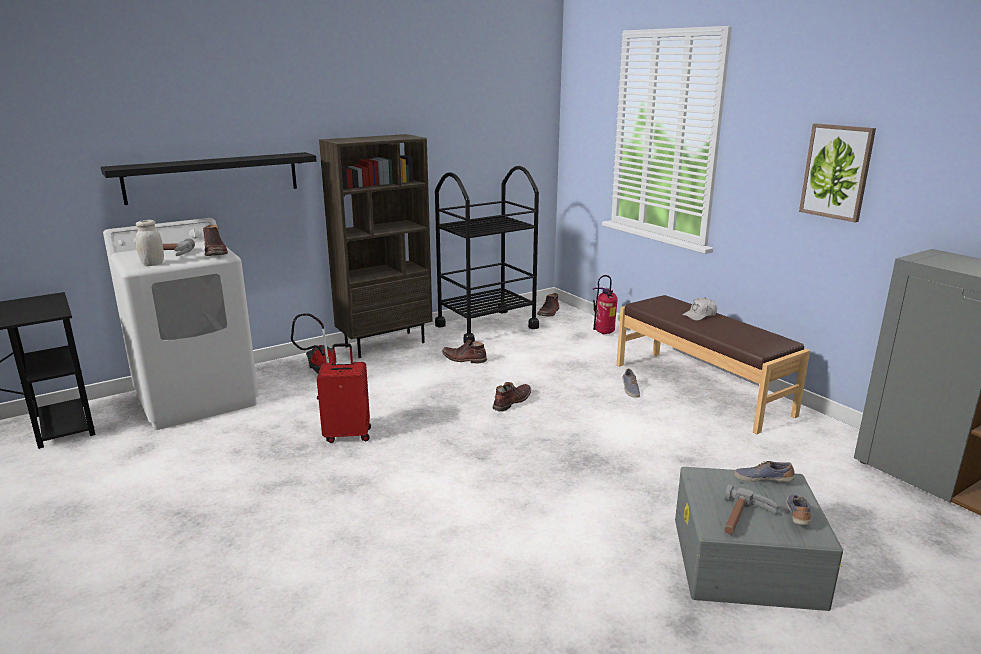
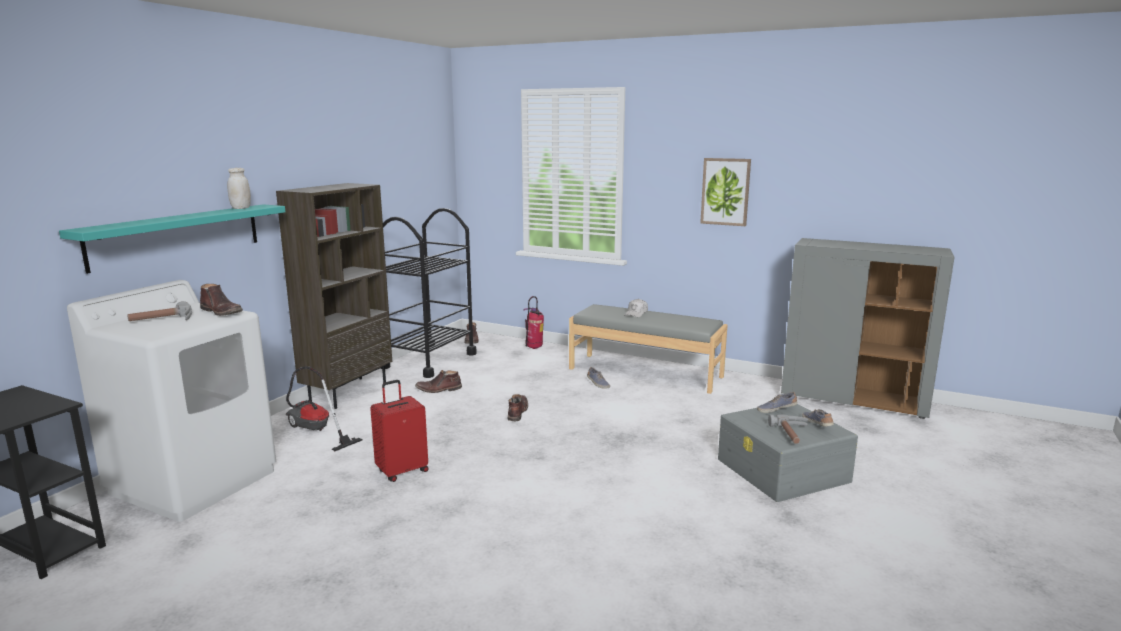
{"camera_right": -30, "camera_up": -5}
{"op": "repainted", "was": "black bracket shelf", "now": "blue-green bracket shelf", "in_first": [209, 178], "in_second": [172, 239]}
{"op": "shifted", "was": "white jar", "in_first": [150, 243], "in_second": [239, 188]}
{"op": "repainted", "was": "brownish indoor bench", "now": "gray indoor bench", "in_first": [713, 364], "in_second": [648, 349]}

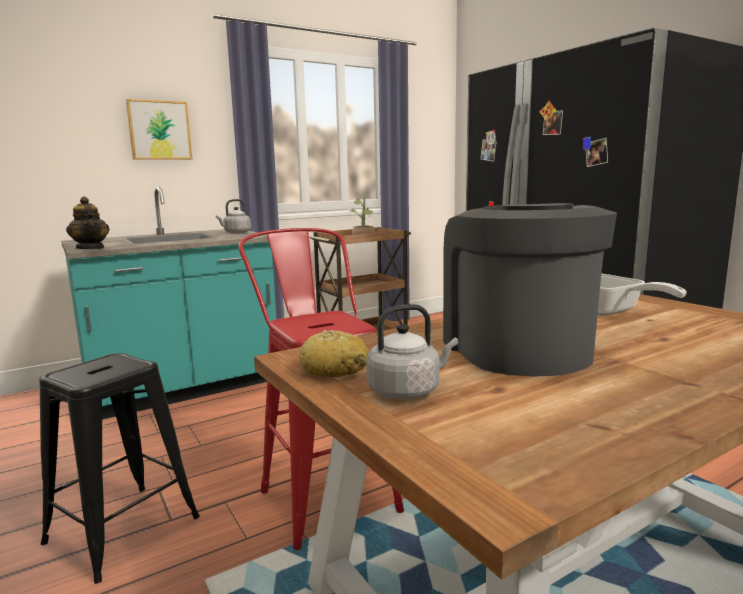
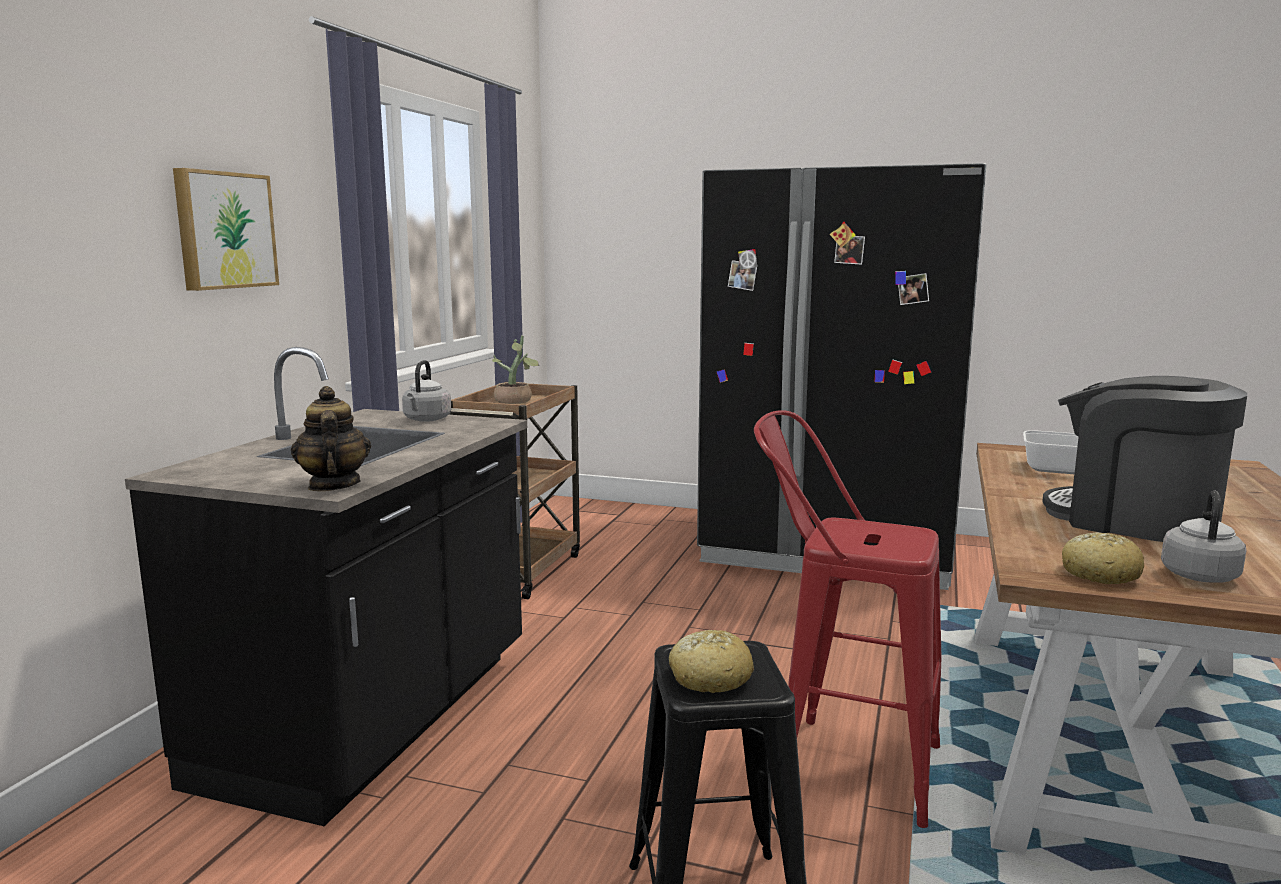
{"camera_right": -40, "camera_up": 0}
{"op": "repainted", "was": "blue-green counter", "now": "black counter", "in_first": [168, 303], "in_second": [326, 586]}
{"op": "rotated", "was": "tea pot", "in_first": [87, 223], "in_second": [331, 438], "clockwise": -120}
{"op": "new", "now": "bread", "in_second": [711, 661]}

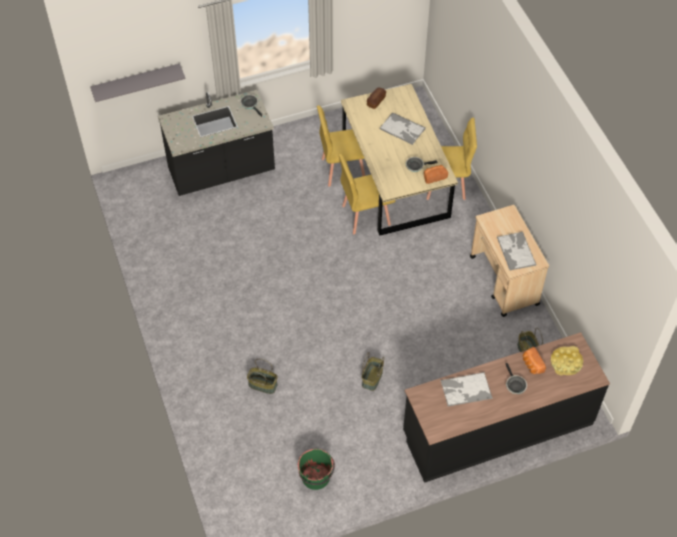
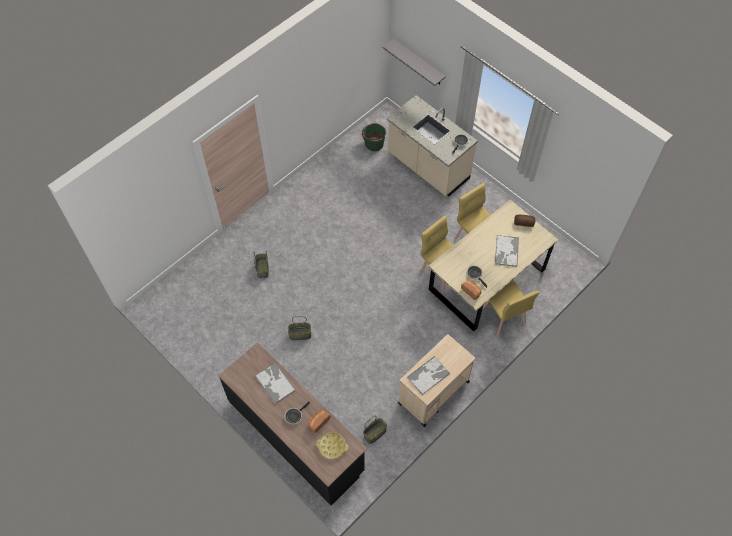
{"camera_right": 65, "camera_up": 5}
{"op": "repainted", "was": "black counter", "now": "beige-coloured counter", "in_first": [216, 143], "in_second": [432, 146]}
{"op": "shifted", "was": "green water bucket", "in_first": [316, 469], "in_second": [374, 137]}

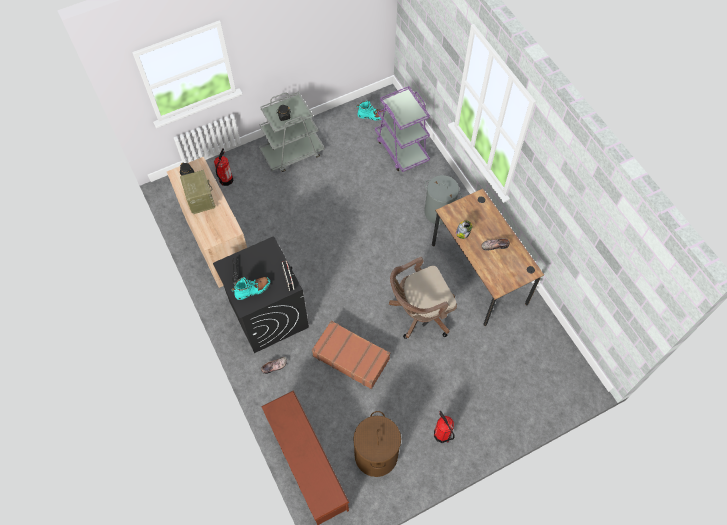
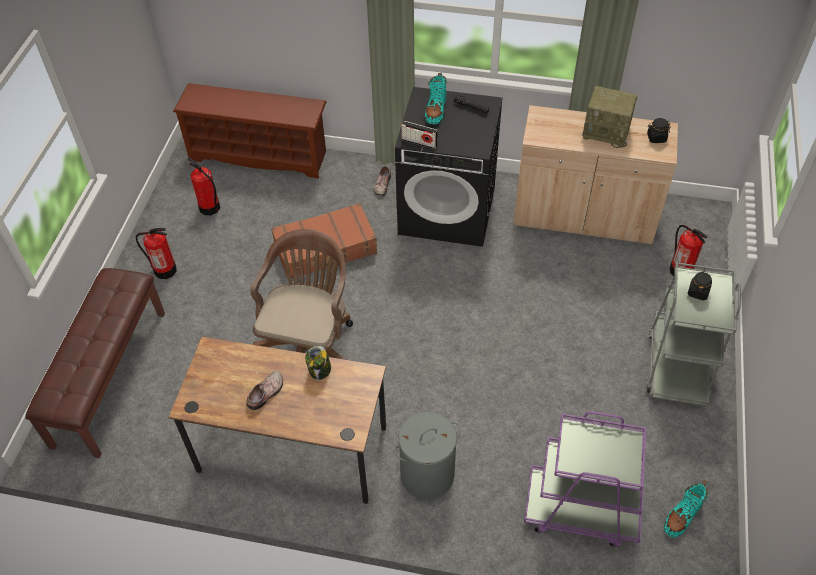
{"camera_right": 130, "camera_up": -10}
{"op": "swapped", "was": "brownish washing basket", "now": "extinguisher", "in_first": [377, 444], "in_second": [204, 186]}
{"op": "new", "now": "brownish indoor bench", "in_second": [95, 363]}

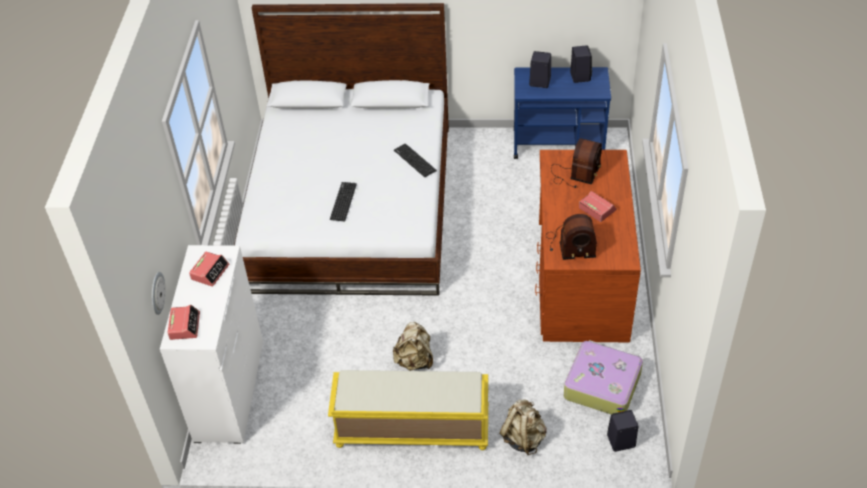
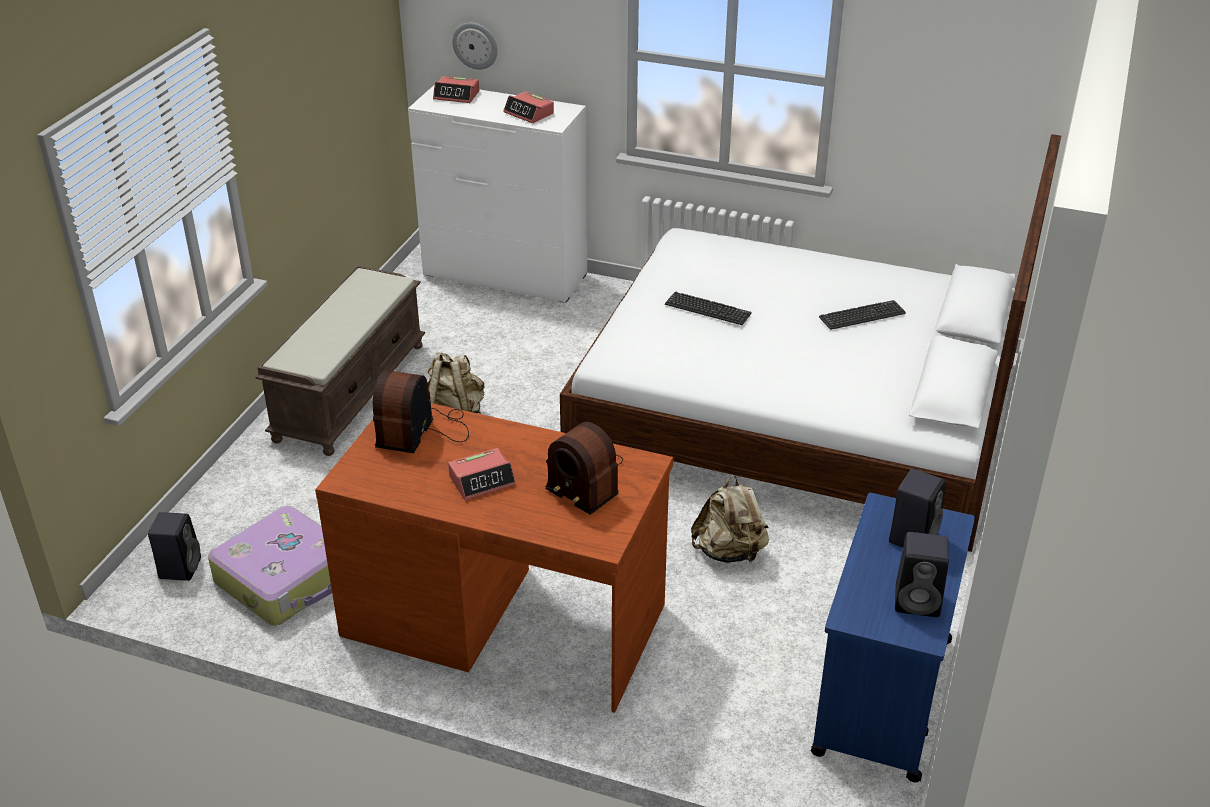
{"camera_right": 105, "camera_up": -10}
{"op": "repainted", "was": "yellow indoor bench", "now": "brownish indoor bench", "in_first": [408, 410], "in_second": [340, 360]}
{"op": "shifted", "was": "computer keyboard", "in_first": [415, 160], "in_second": [862, 315]}
{"op": "shifted", "was": "beige-coloured rucksack", "in_first": [523, 427], "in_second": [730, 519]}

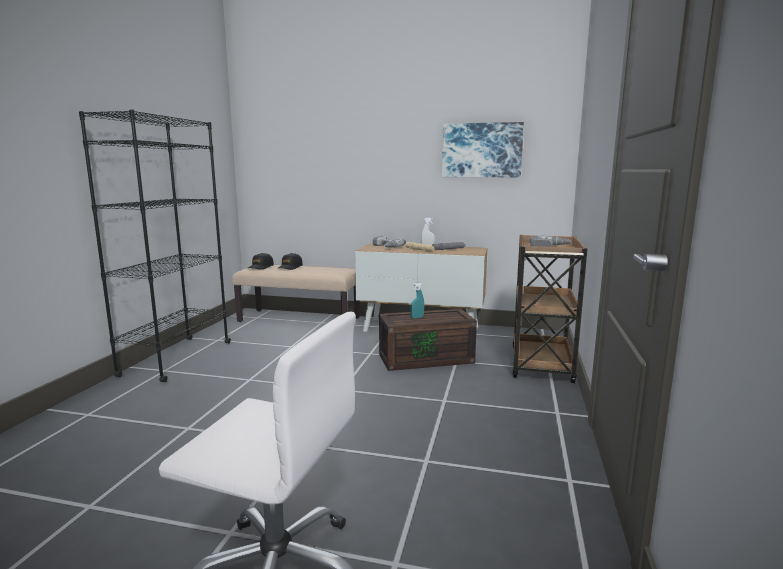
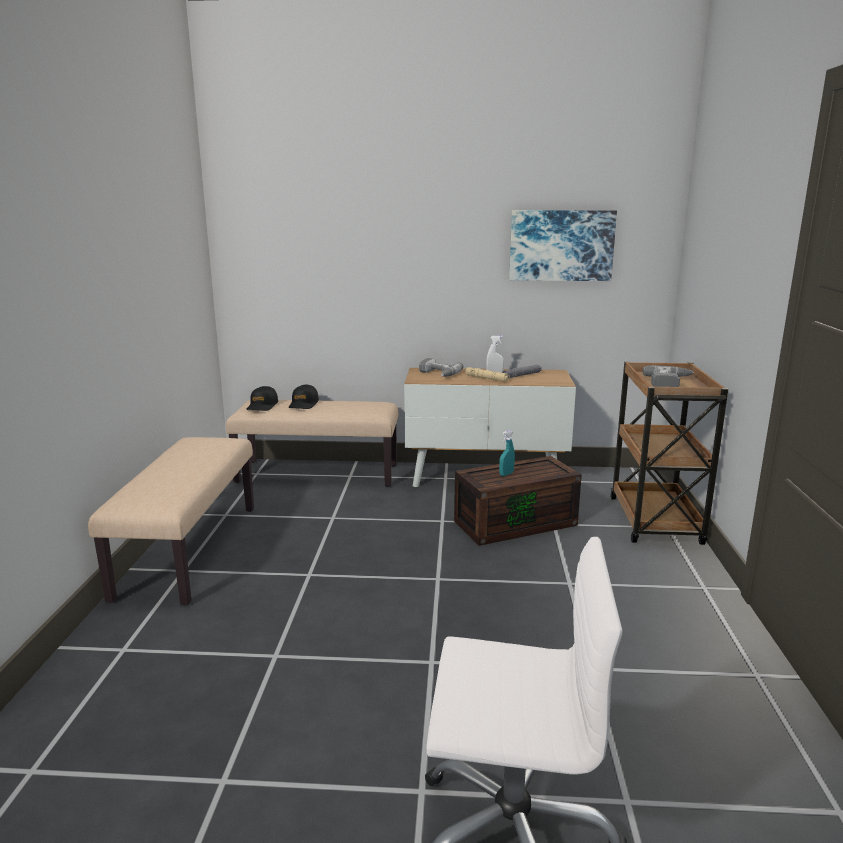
{"camera_right": -10, "camera_up": 5}
{"op": "swapped", "was": "black bookcase", "now": "beige-coloured indoor bench", "in_first": [155, 245], "in_second": [171, 521]}

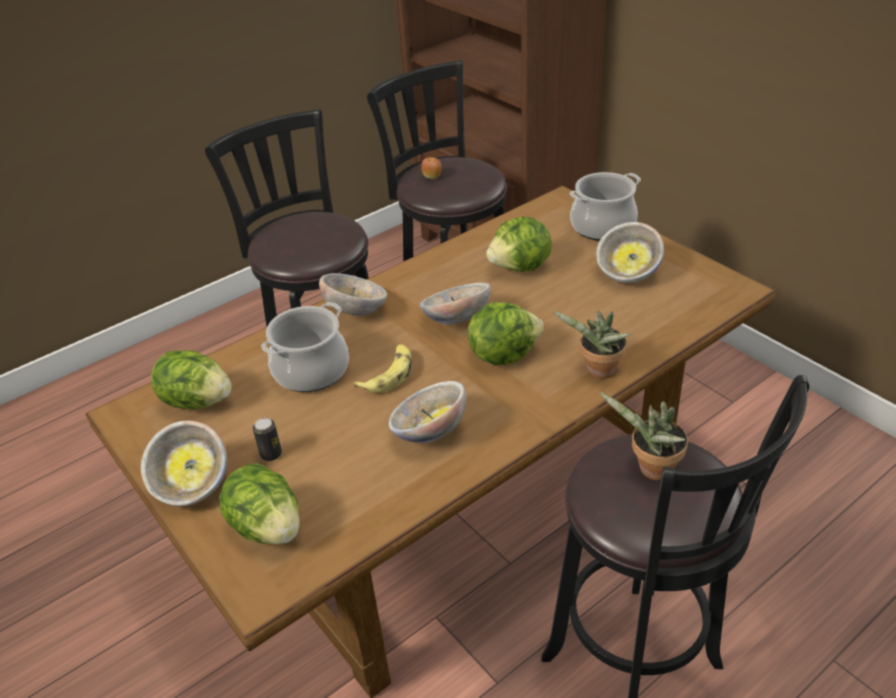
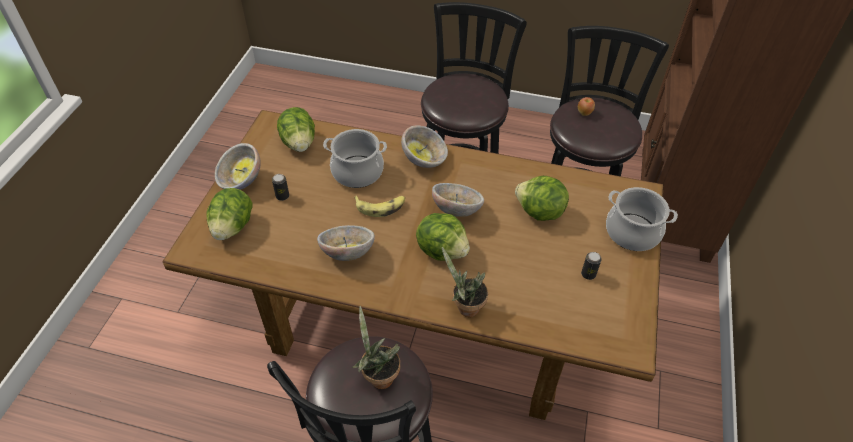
{"camera_right": 50, "camera_up": 10}
{"op": "swapped", "was": "deep dish", "now": "metal can", "in_first": [630, 252], "in_second": [591, 266]}

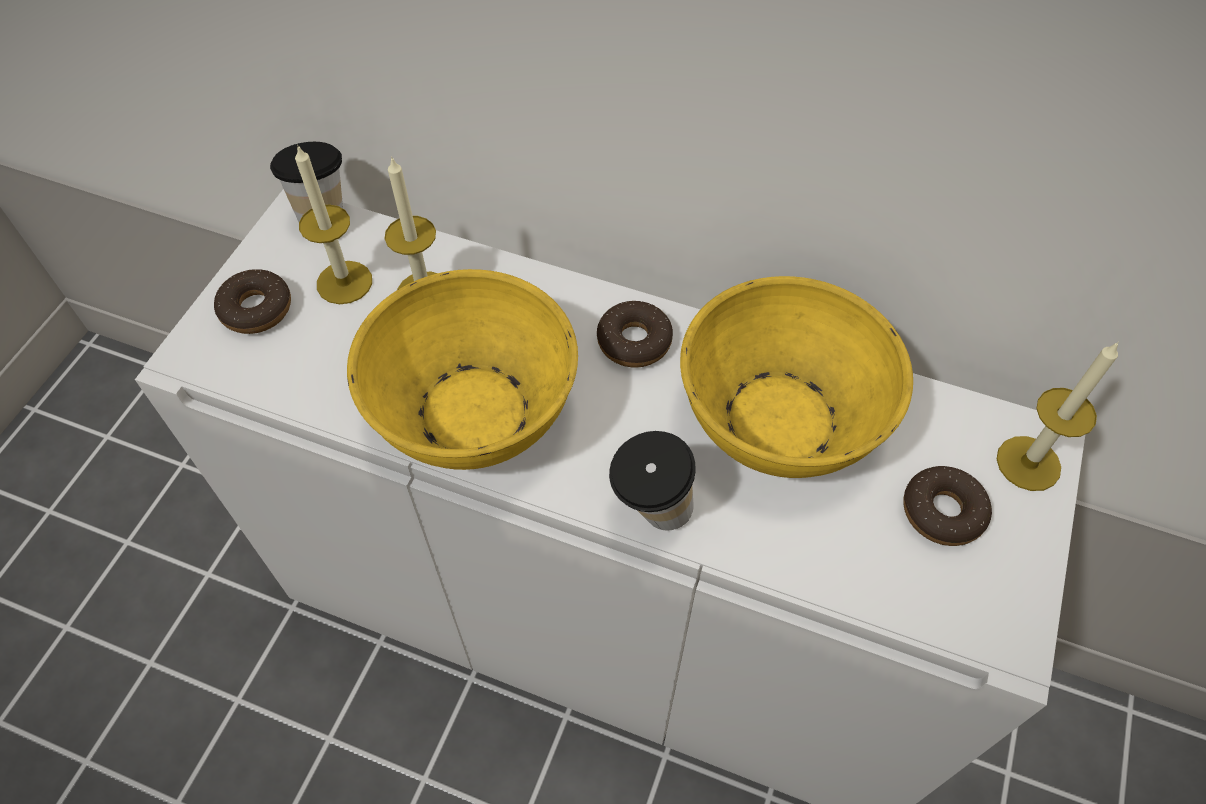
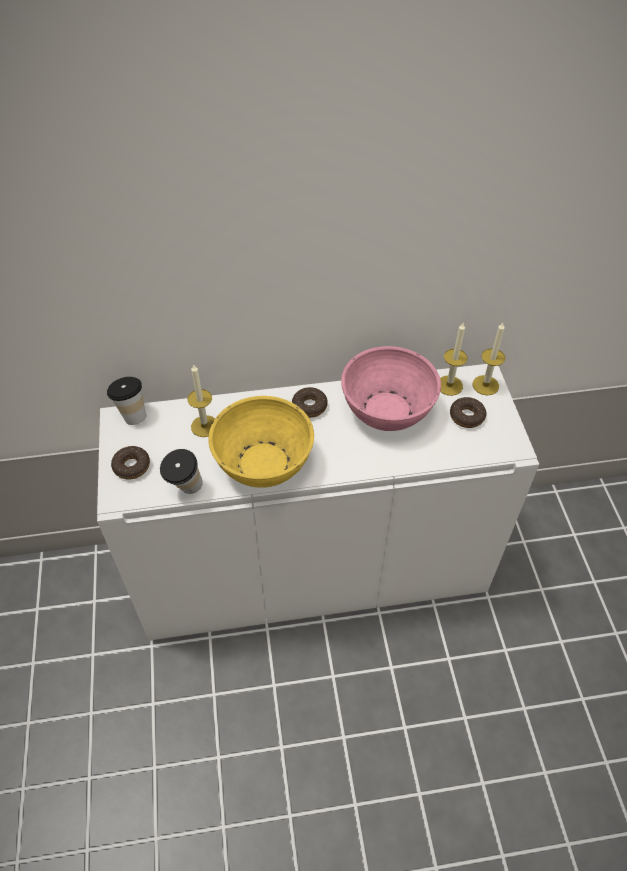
{"camera_right": -30, "camera_up": -5}
{"op": "shifted", "was": "candle", "in_first": [333, 224], "in_second": [453, 359]}
{"op": "shifted", "was": "small cup", "in_first": [652, 480], "in_second": [181, 471]}
{"op": "repainted", "was": "yellow deep dish", "now": "pinkish deep dish", "in_first": [796, 377], "in_second": [391, 388]}

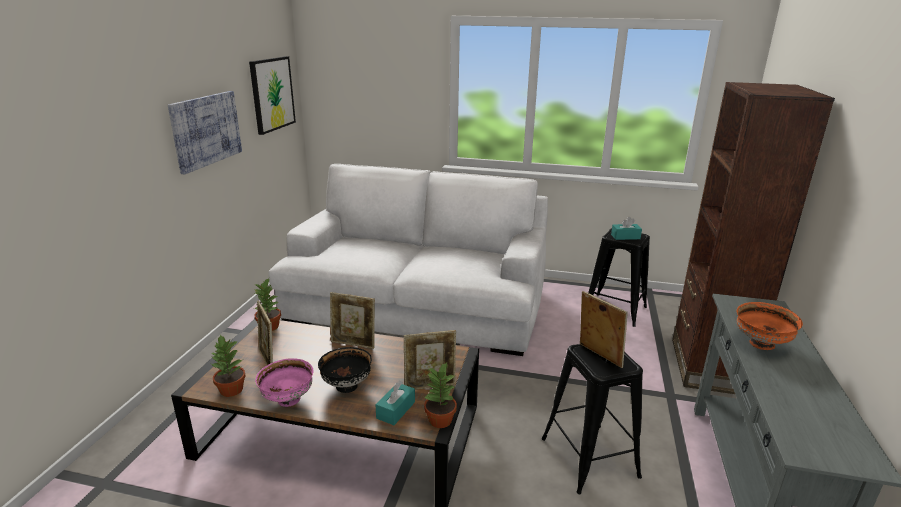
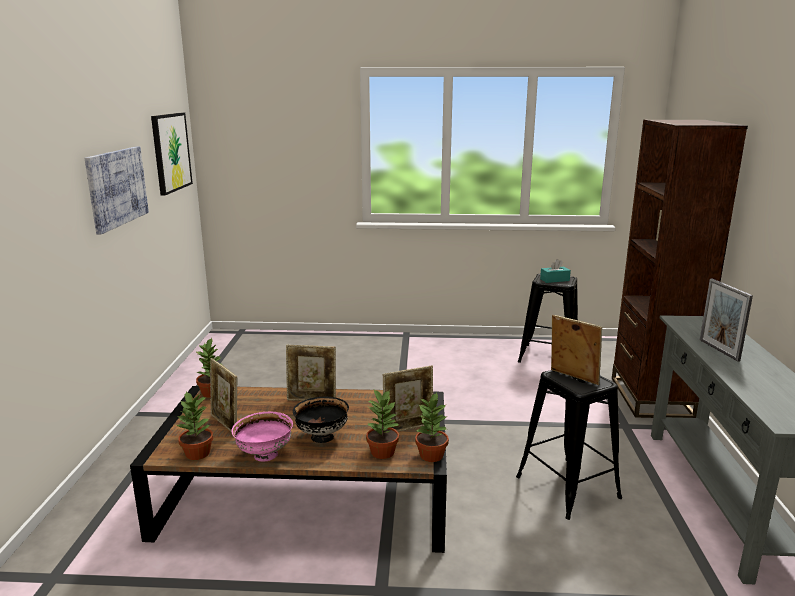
{"camera_right": -10, "camera_up": -5}
{"op": "gone", "was": "white couch", "in_first": [408, 260]}
{"op": "swapped", "was": "blue-green box of tissues", "now": "houseplant", "in_first": [395, 403], "in_second": [382, 424]}
{"op": "swapped", "was": "orangey deep dish", "now": "photo frame", "in_first": [770, 326], "in_second": [726, 320]}

